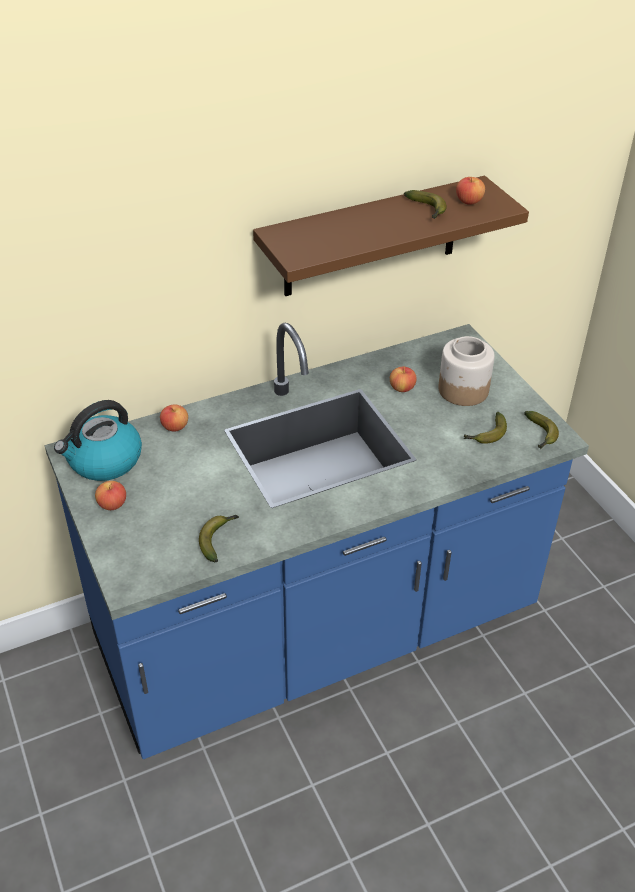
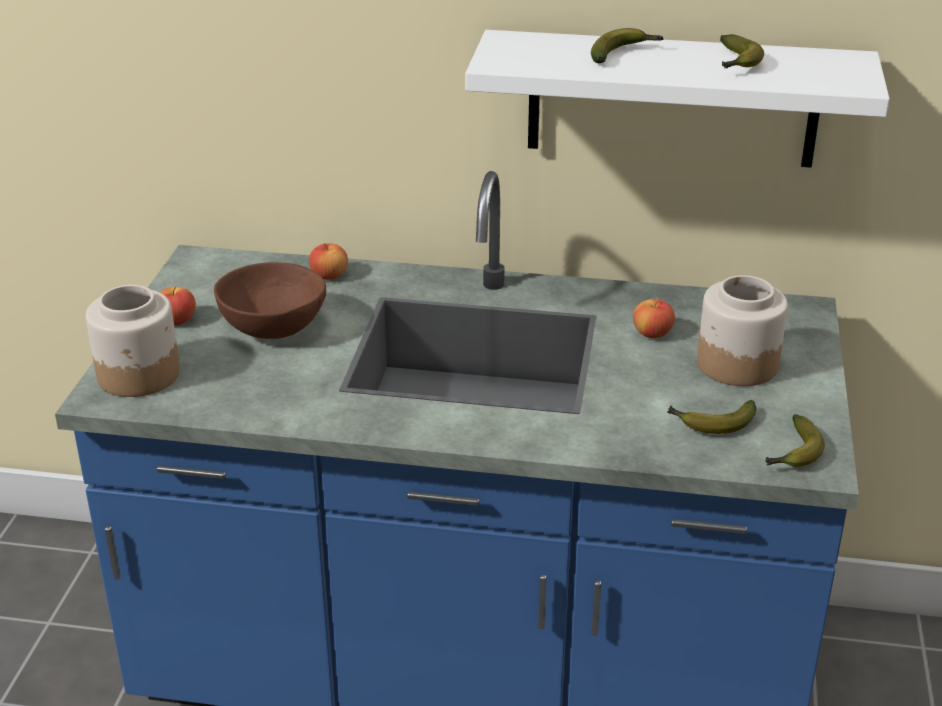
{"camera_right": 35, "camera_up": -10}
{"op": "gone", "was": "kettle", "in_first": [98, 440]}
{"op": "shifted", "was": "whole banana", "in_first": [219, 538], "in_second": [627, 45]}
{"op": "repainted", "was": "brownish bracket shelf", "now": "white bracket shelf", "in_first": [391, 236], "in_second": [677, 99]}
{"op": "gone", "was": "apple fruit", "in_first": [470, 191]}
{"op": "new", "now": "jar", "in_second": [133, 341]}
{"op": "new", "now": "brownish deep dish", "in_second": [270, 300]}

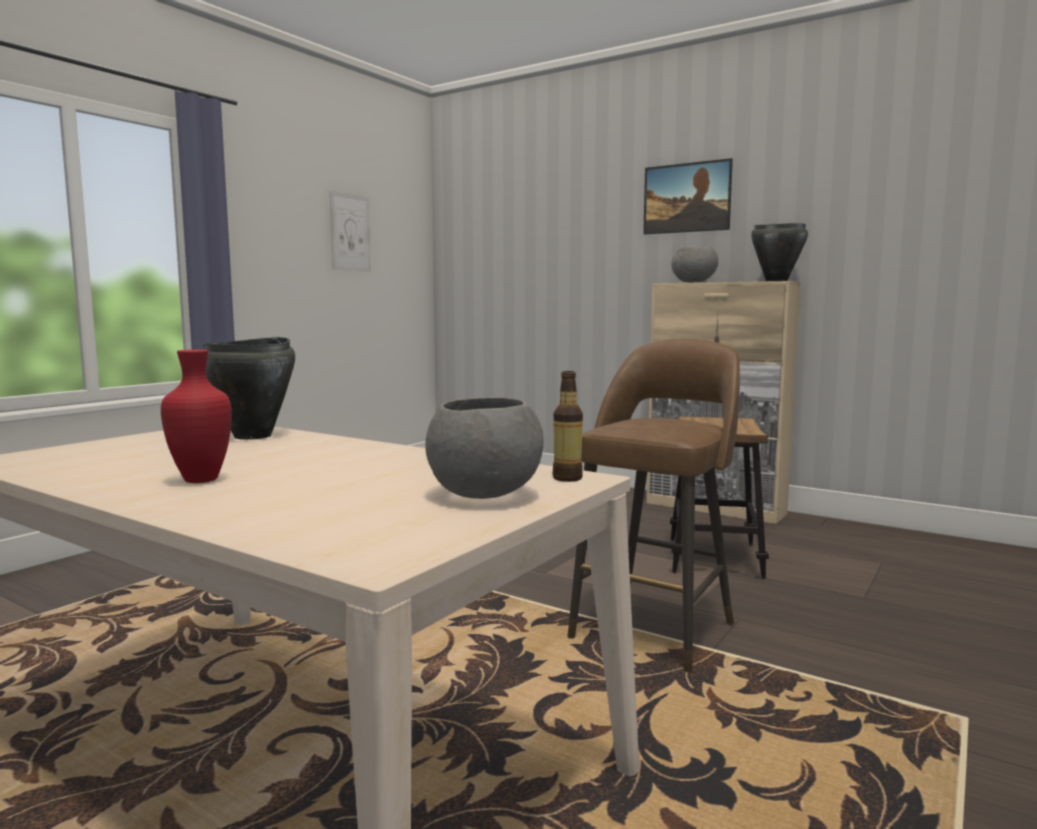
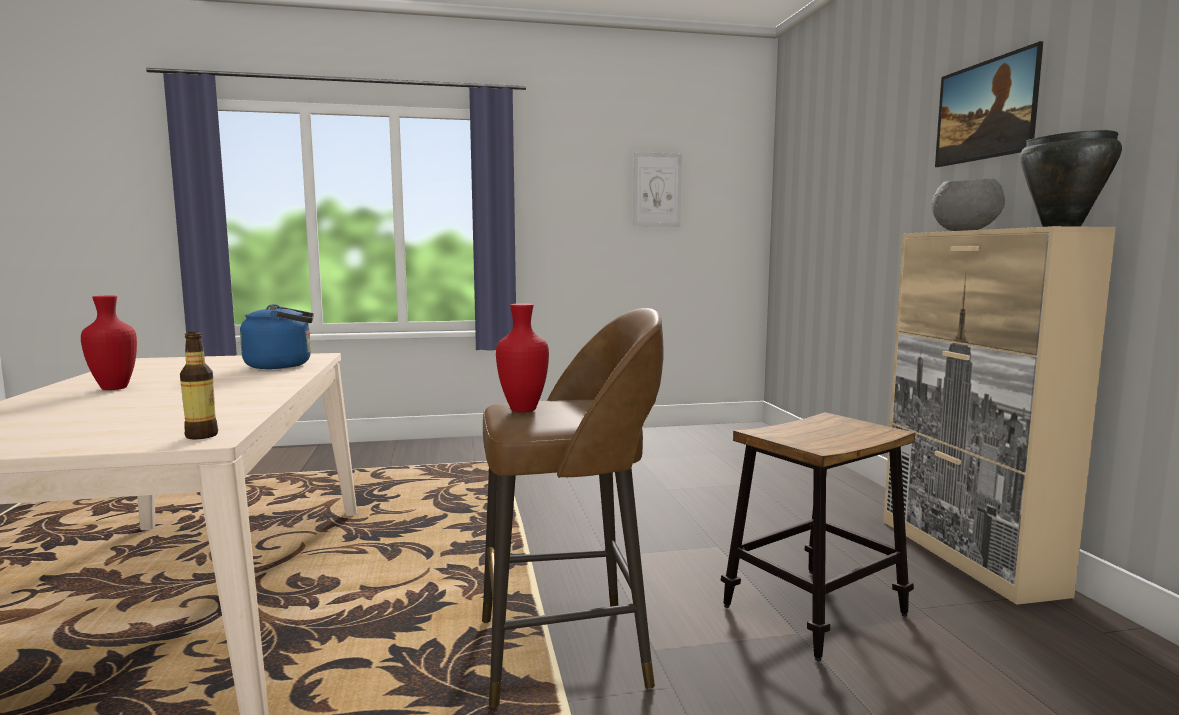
{"camera_right": 45, "camera_up": 0}
{"op": "swapped", "was": "black saucepot", "now": "blue-coloured kettle", "in_first": [249, 388], "in_second": [277, 336]}
{"op": "gone", "was": "gray deep dish", "in_first": [484, 448]}
{"op": "new", "now": "red flower vase", "in_second": [522, 358]}

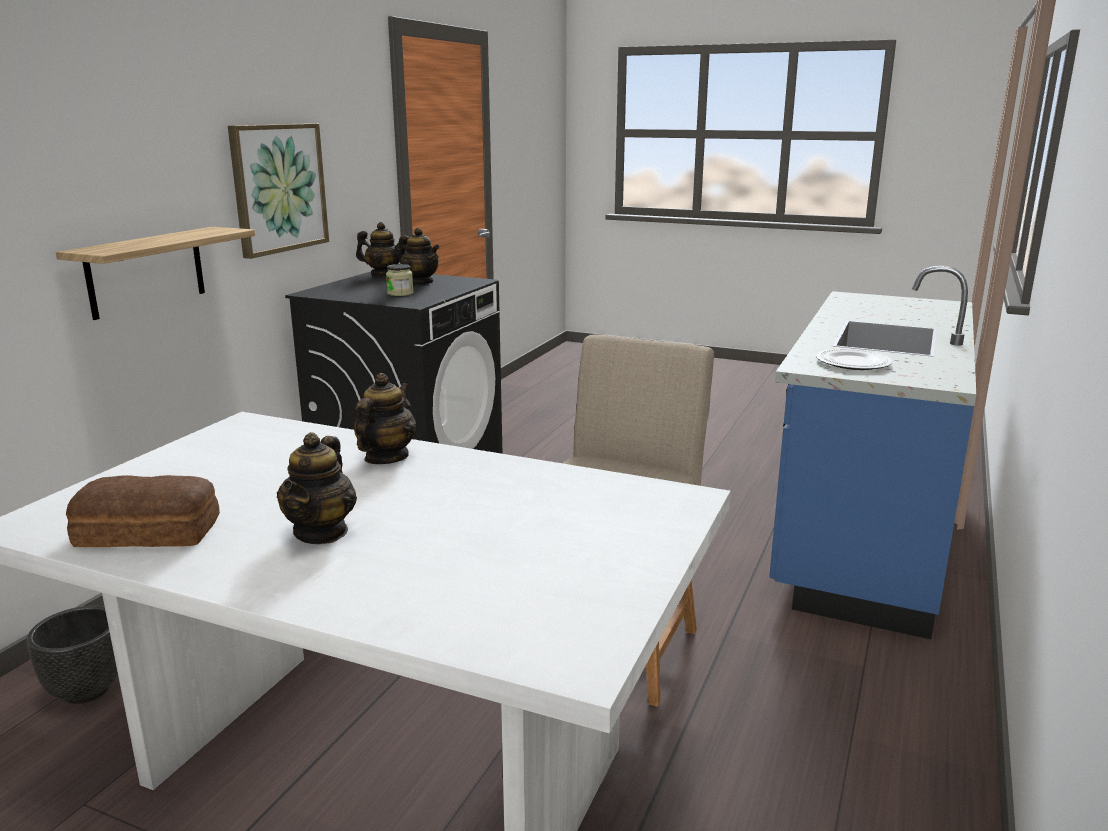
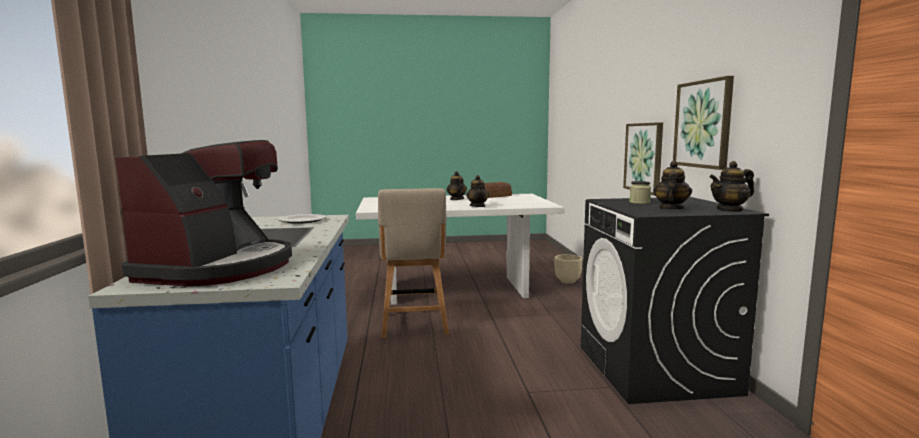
{"camera_right": 150, "camera_up": -10}
{"op": "repainted", "was": "black planter", "now": "beige-coloured planter", "in_first": [72, 655], "in_second": [568, 269]}
{"op": "swapped", "was": "bracket shelf", "now": "wall art", "in_first": [155, 273], "in_second": [643, 159]}
{"op": "rotated", "was": "tea pot", "in_first": [419, 256], "in_second": [672, 185], "clockwise": 105}
{"op": "new", "now": "coffee machine", "in_second": [203, 213]}

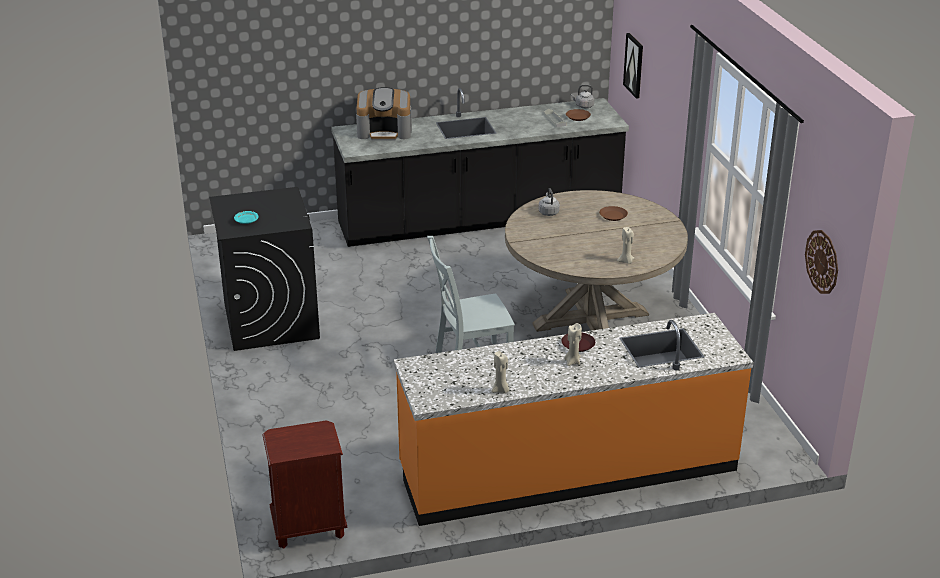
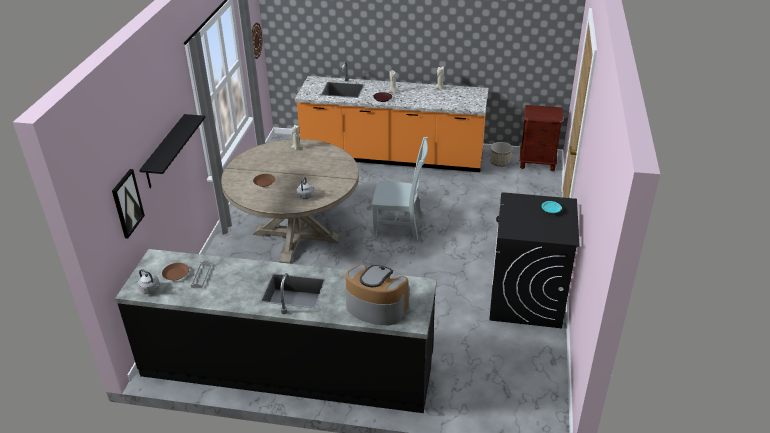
{"camera_right": -155, "camera_up": 5}
{"op": "new", "now": "black bracket shelf", "in_second": [172, 151]}
{"op": "new", "now": "planter", "in_second": [501, 154]}

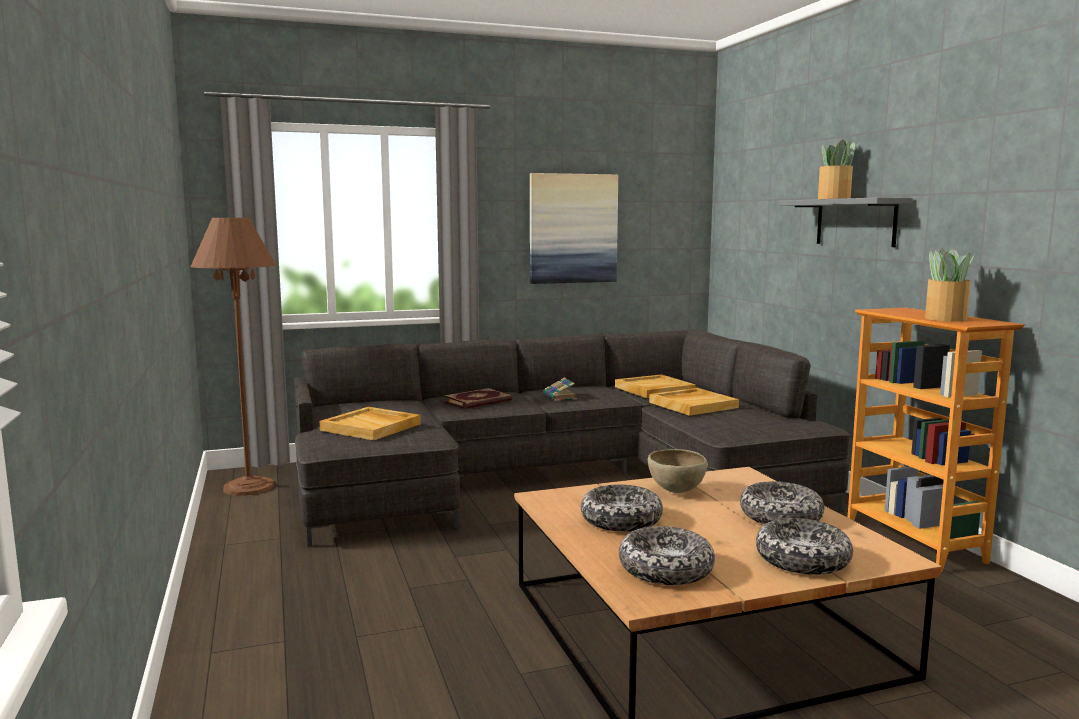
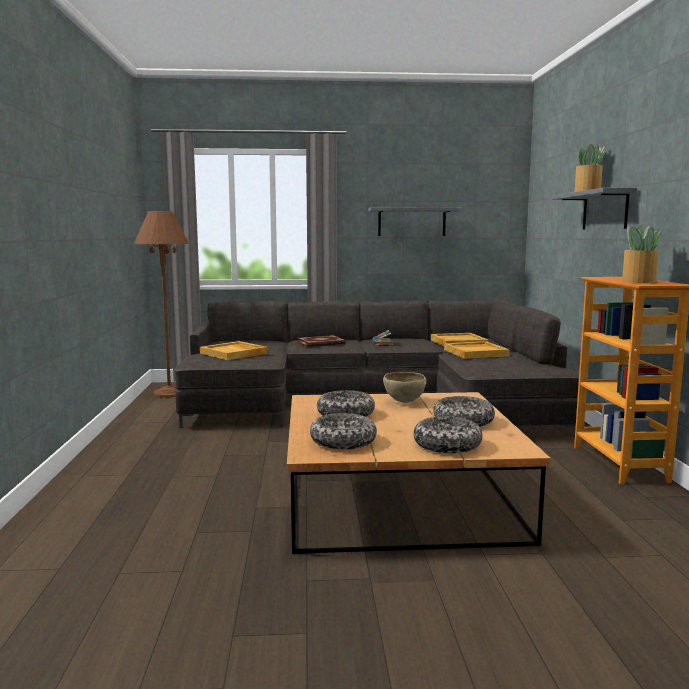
{"camera_right": 15, "camera_up": 0}
{"op": "swapped", "was": "wall art", "now": "gray bracket shelf", "in_first": [574, 228], "in_second": [415, 221]}

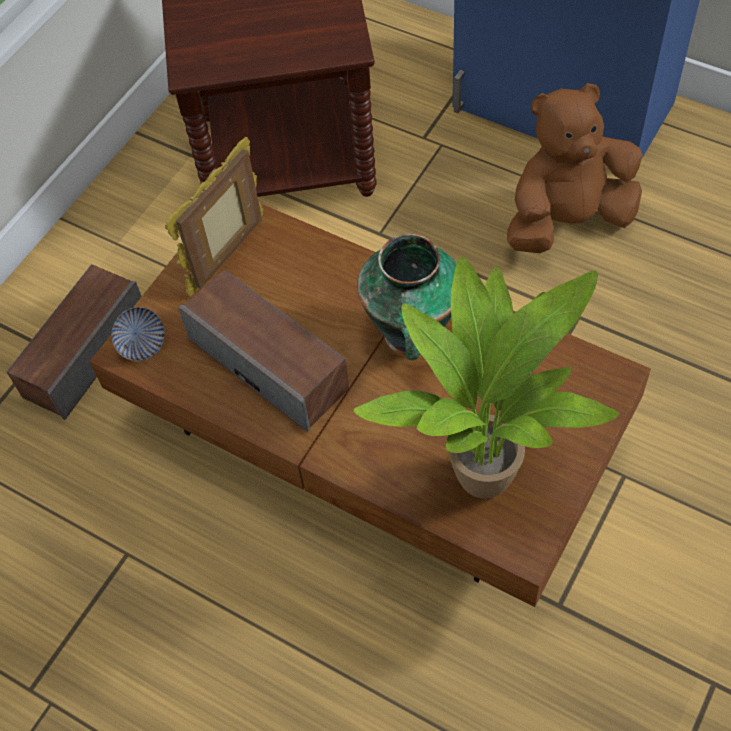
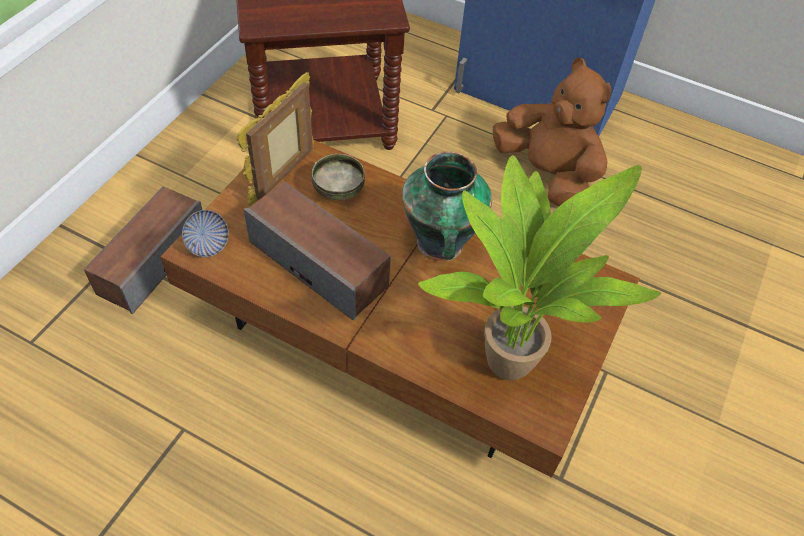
{"camera_right": -10, "camera_up": -5}
{"op": "rotated", "was": "brownish plush toy", "in_first": [575, 168], "in_second": [552, 132], "clockwise": 75}
{"op": "new", "now": "deep dish", "in_second": [338, 177]}

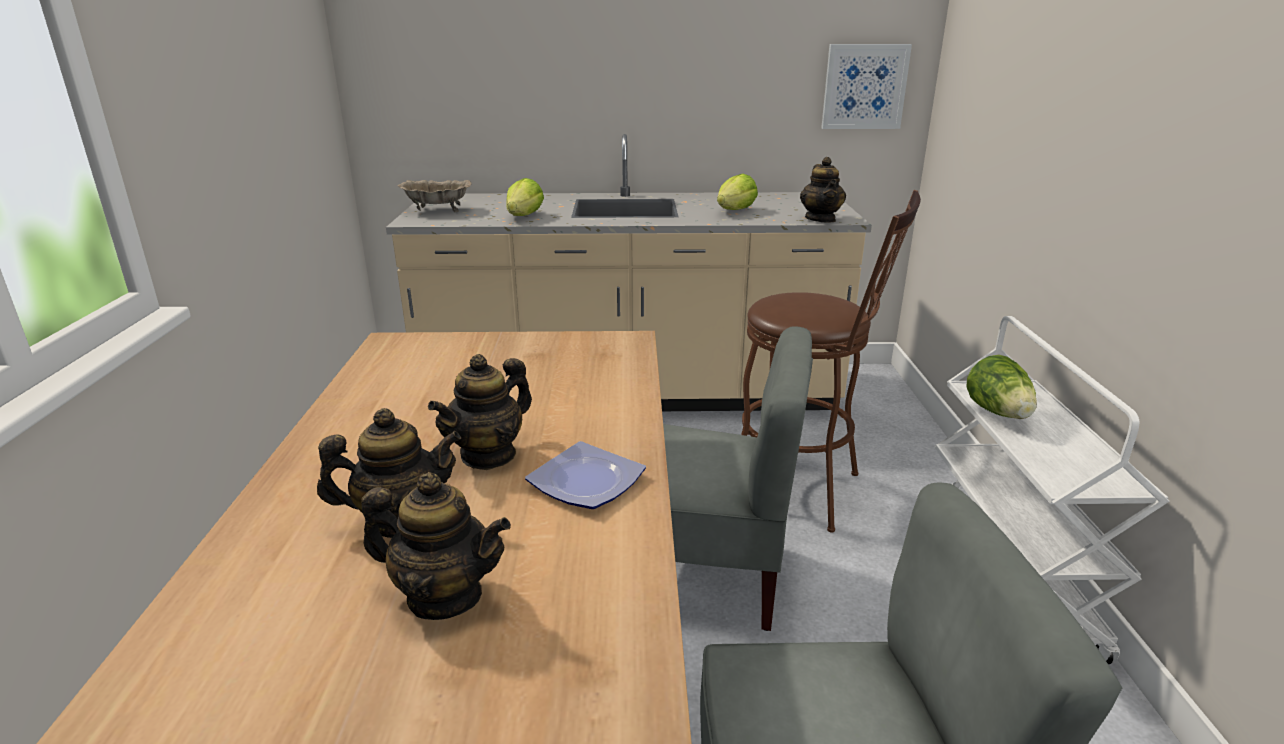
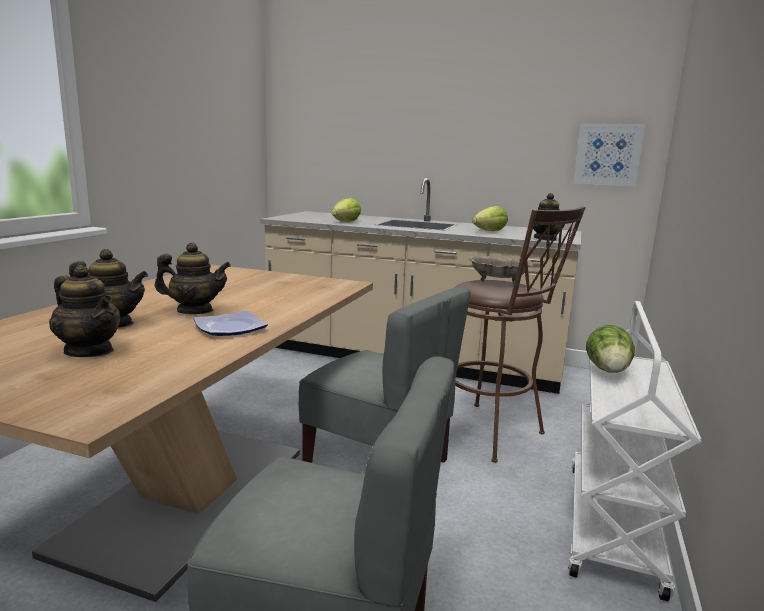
{"camera_right": 20, "camera_up": -10}
{"op": "shifted", "was": "beige-coloured deep dish", "in_first": [434, 196], "in_second": [501, 270]}
{"op": "rotated", "was": "tea pot", "in_first": [480, 412], "in_second": [193, 278], "clockwise": -150}

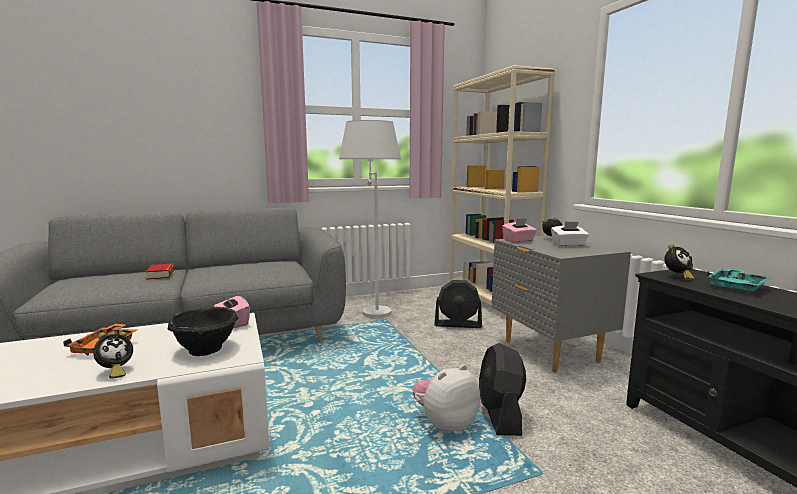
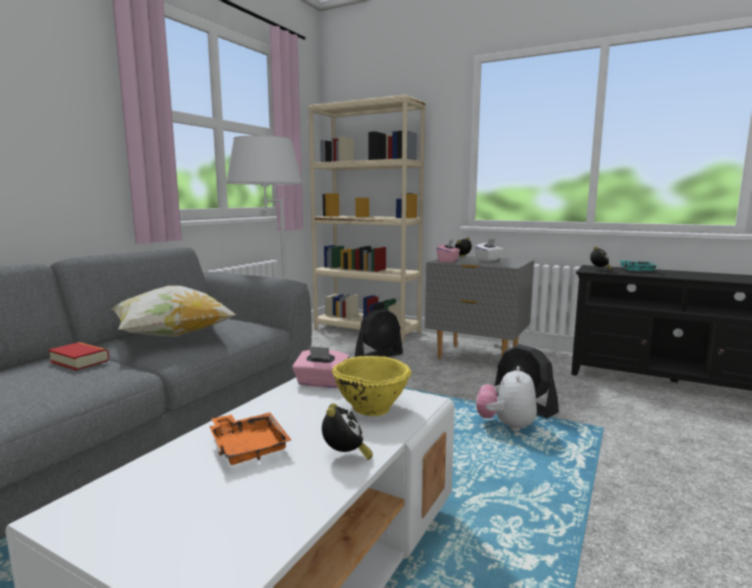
{"camera_right": -40, "camera_up": 0}
{"op": "repainted", "was": "black deep dish", "now": "yellow deep dish", "in_first": [203, 331], "in_second": [371, 386]}
{"op": "new", "now": "throw pillow", "in_second": [174, 311]}

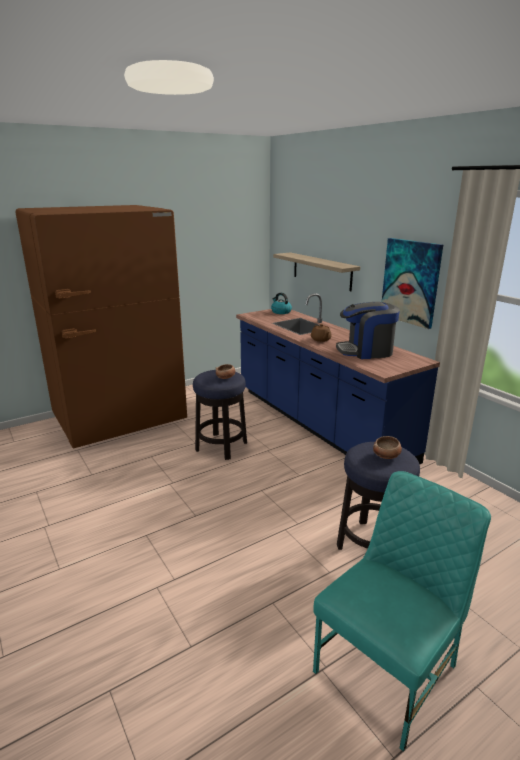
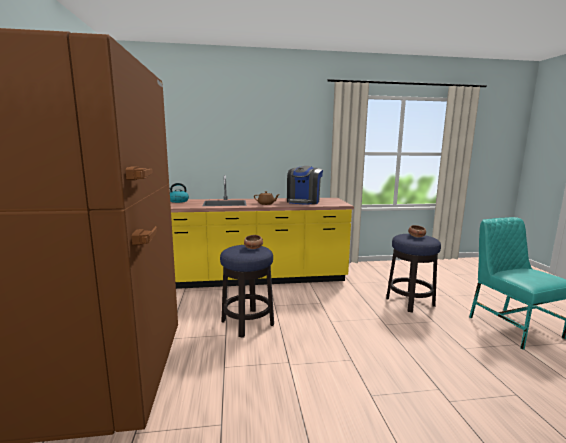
{"camera_right": -65, "camera_up": -10}
{"op": "repainted", "was": "blue-coloured counter", "now": "yellow counter", "in_first": [338, 378], "in_second": [262, 232]}
{"op": "gone", "was": "bracket shelf", "in_first": [316, 272]}
{"op": "gone", "was": "wall art", "in_first": [412, 283]}

